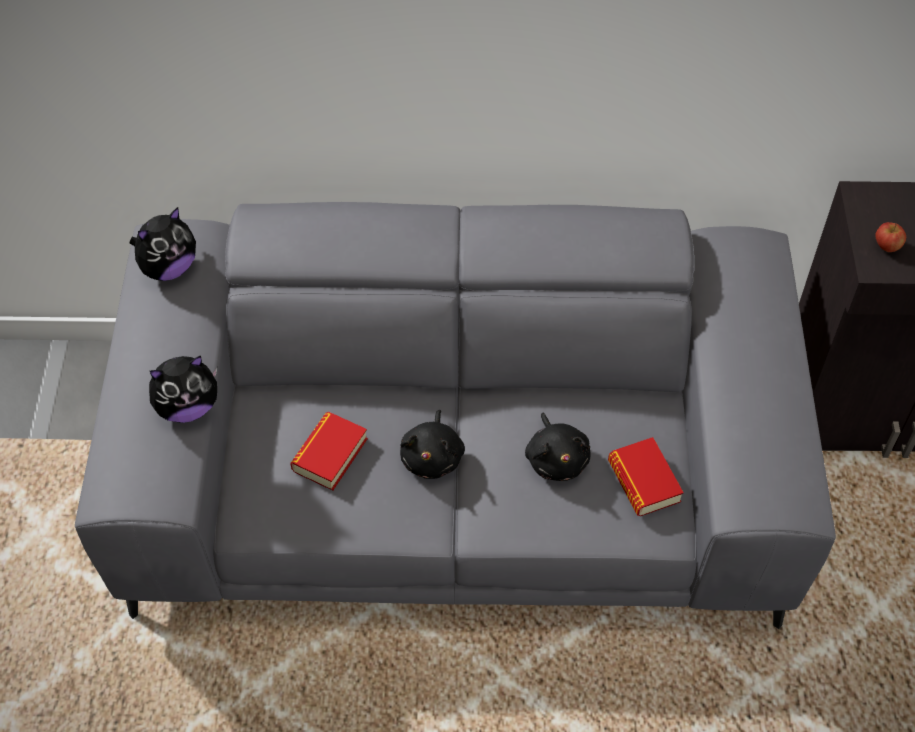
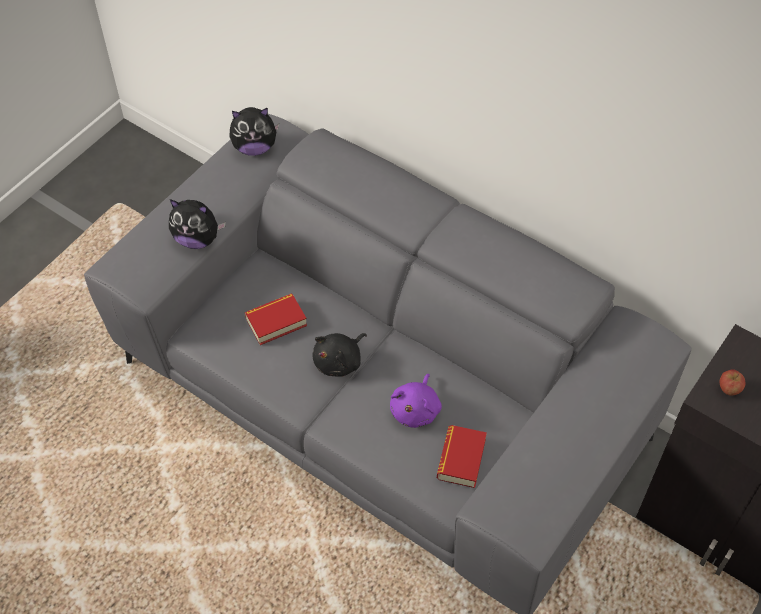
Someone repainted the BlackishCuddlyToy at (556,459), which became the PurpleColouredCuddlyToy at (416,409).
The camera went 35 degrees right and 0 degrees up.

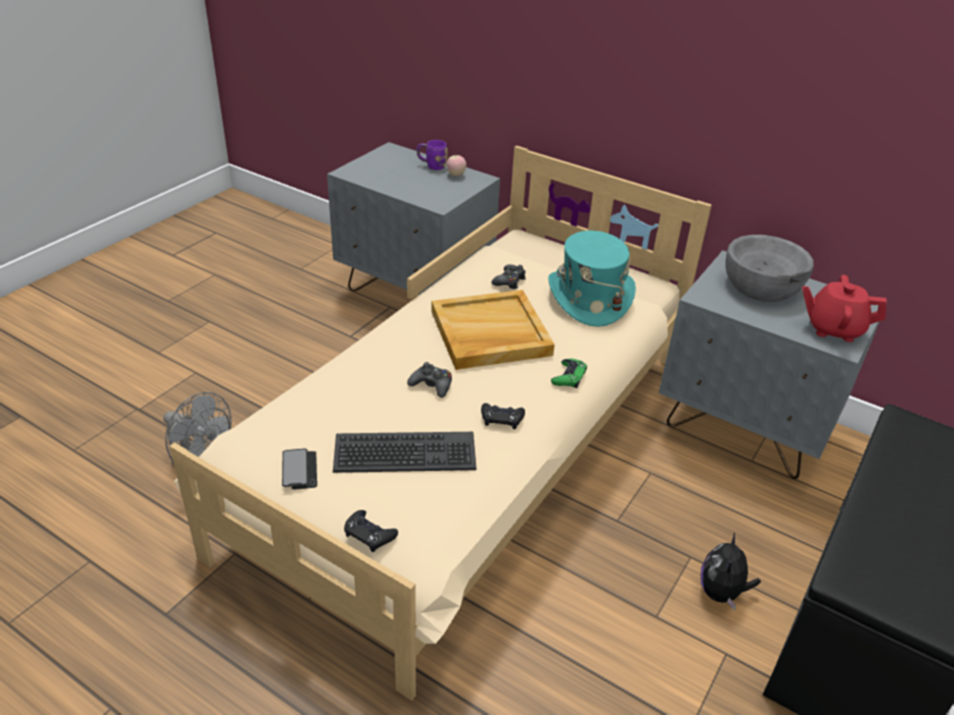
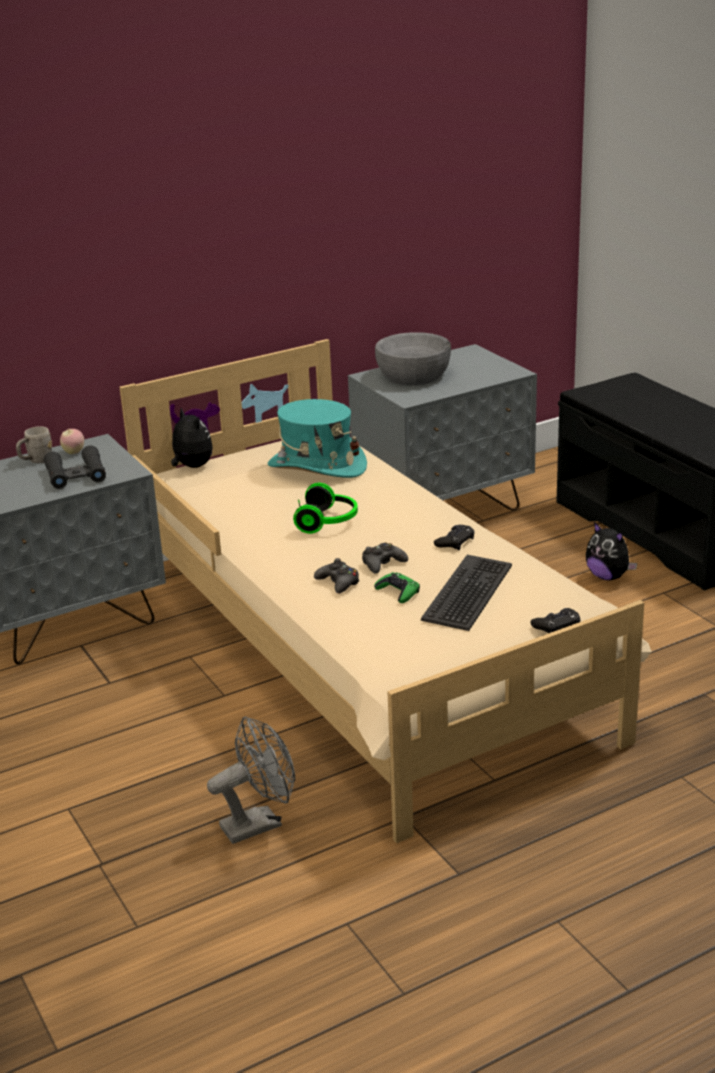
Someone took away the Telephone at (299,470).
Someone took away the ReddishPotForTea at (833,329).
Someone put down the BlackishFieldGlasses at (76,475).
Someone put down the CuddlyToy at (191,466).
Someone carried the BlackishJoypad from (509,281) to (338,583).
Someone carried the GreenishJoypad from (569,377) to (398,592).
Someone swapped the SandColouredTray at (489,334) for the Headset at (329,522).
Someone repainted the PurpleColouredMug at (432,166), which became the GreyMug at (36,461).
The camera went 60 degrees left and 10 degrees down.

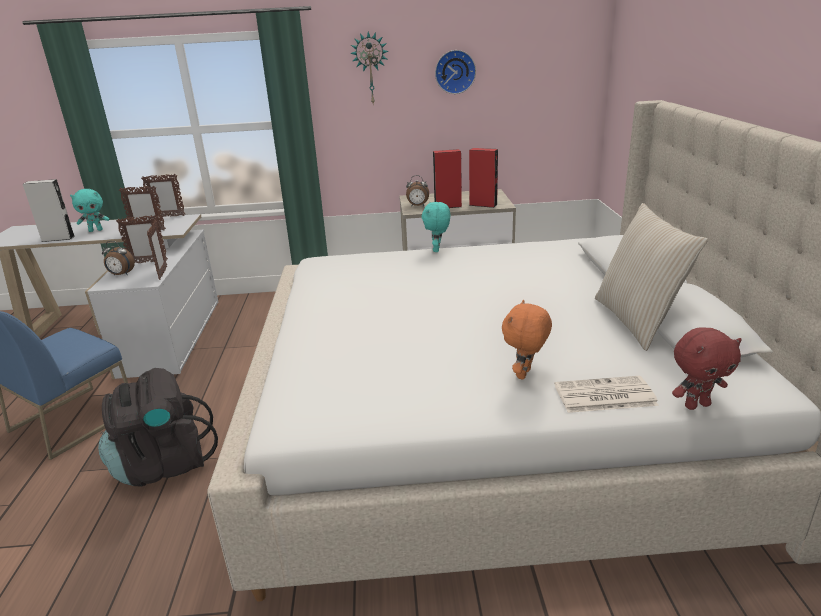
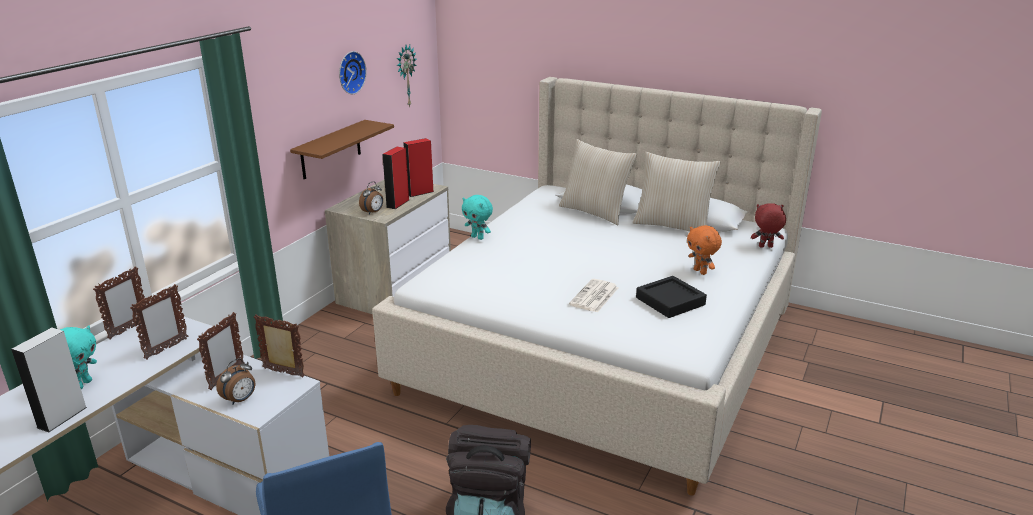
Someone put up the BrownishShelf at (331,149).
Someone put down the SandColouredThrowPillow at (595,212).
Someone put down the BlackishTray at (670,301).
Someone carried the ClockOnTheWall from (370,68) to (405,76).
Someone carried the Newspaper from (603,396) to (594,297).
Someone rotated the ReddishCuddlyToy at (696,405) by 105 degrees counterclockwise.
The camera went 60 degrees left and 0 degrees up.

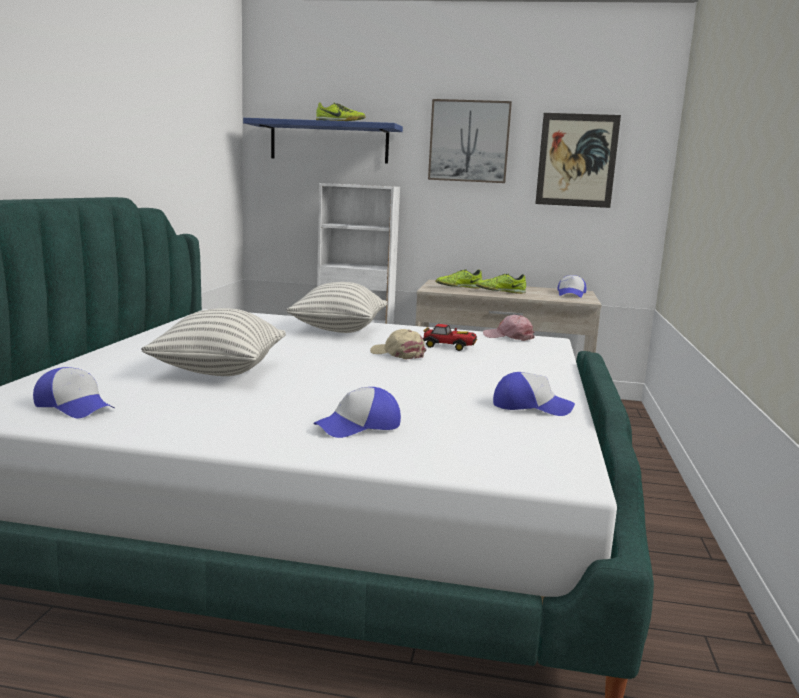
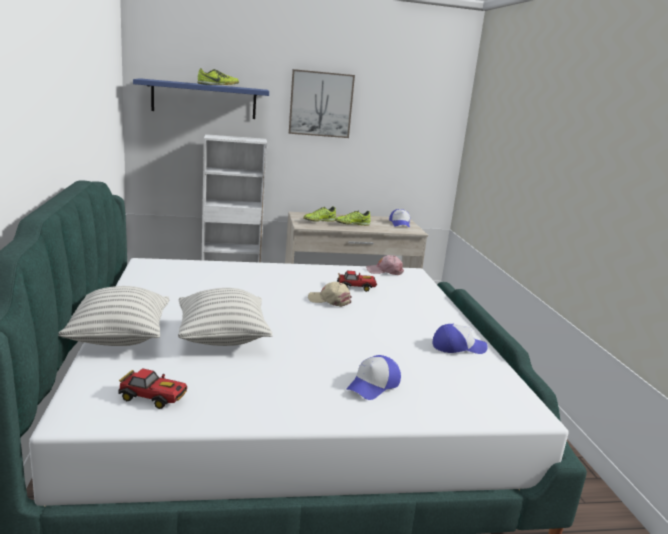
Someone took away the Picture at (577,160).
Someone carried the ThrowPillow from (338,330) to (119,338).
Someone swapped the BaseballCap at (75,406) for the MiniatureCar at (153,398).
The camera went 20 degrees left and 5 degrees up.

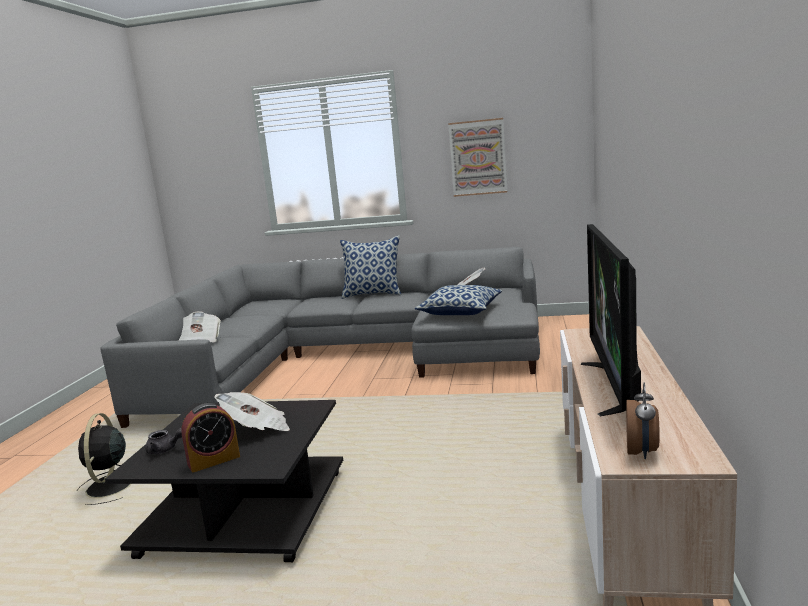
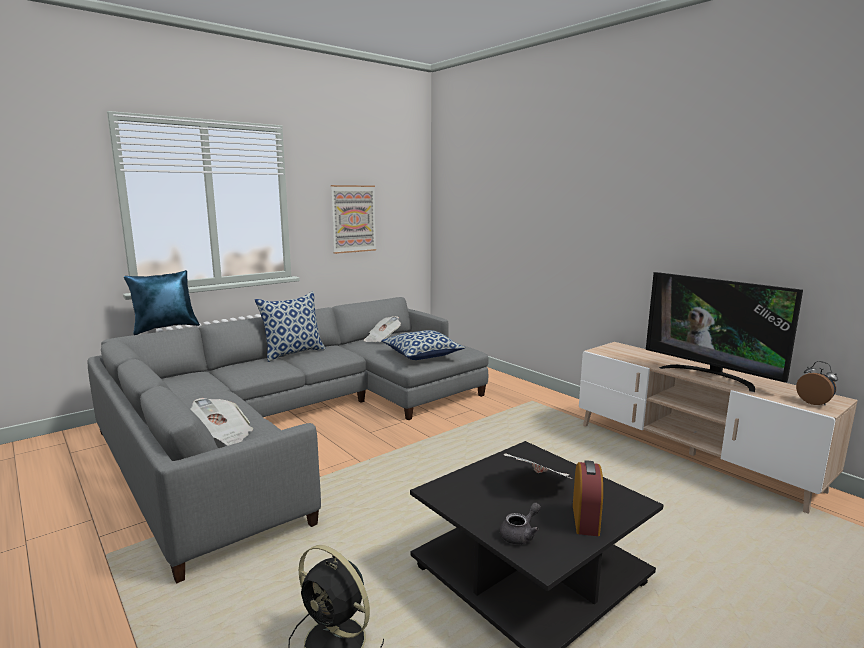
Someone put down the BlueColouredThrowPillow at (165,328).
The camera went 50 degrees left and 0 degrees up.

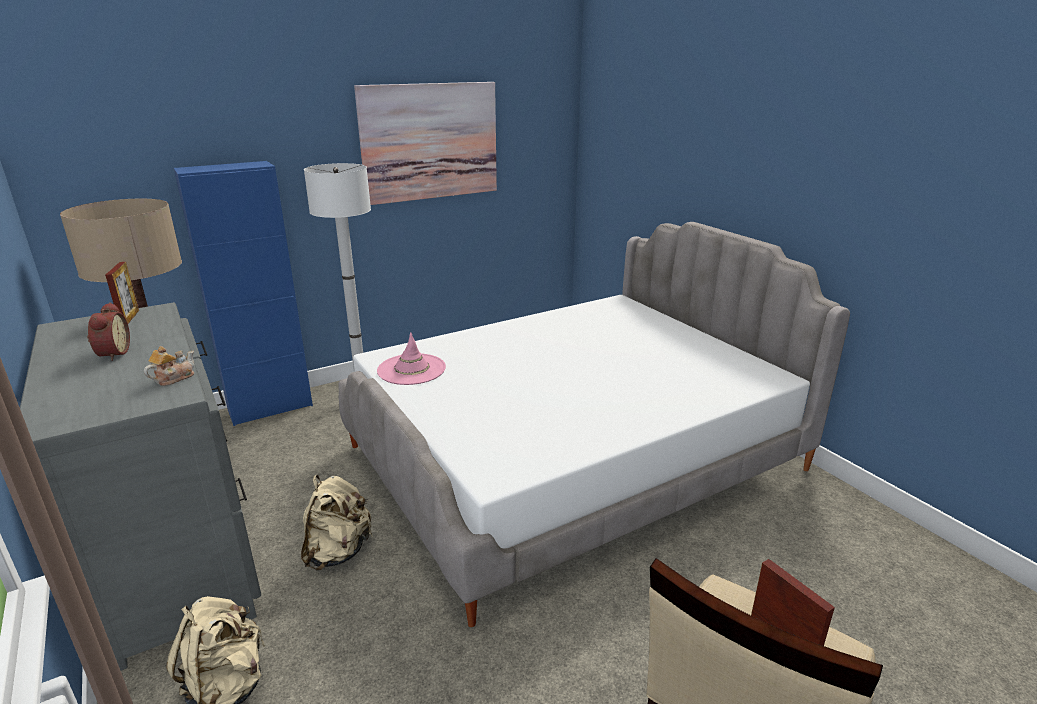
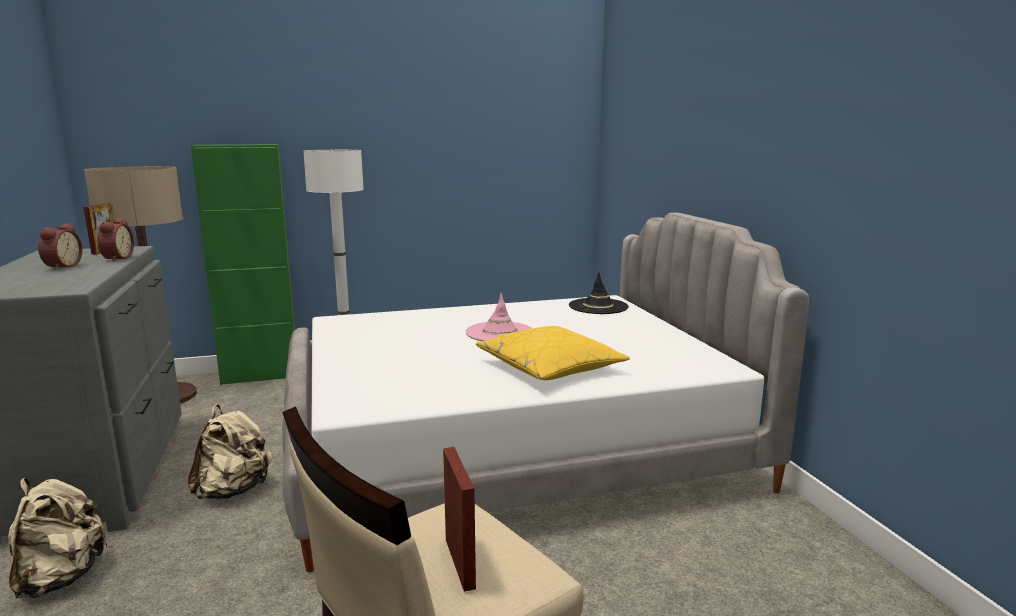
Someone took away the PotForTea at (173,378).
Someone took away the Picture at (430,142).
Someone put down the AlarmClock at (116,258).
Someone put down the YellowColouredThrowPillow at (550,367).
Someone put down the BlackishClothingHat at (598,306).
Someone carried the PinkishClothingHat from (411,369) to (499,332).
Someone repainted the BlueColouredCupboard at (270,408), which became the GreenishCupboard at (260,376).
The camera went 15 degrees right and 10 degrees down.

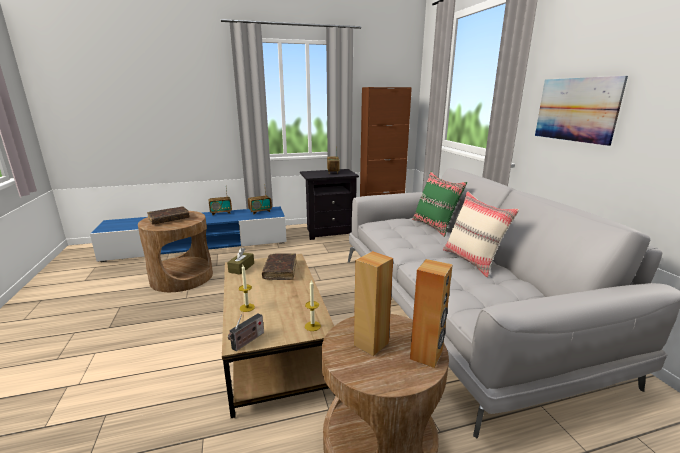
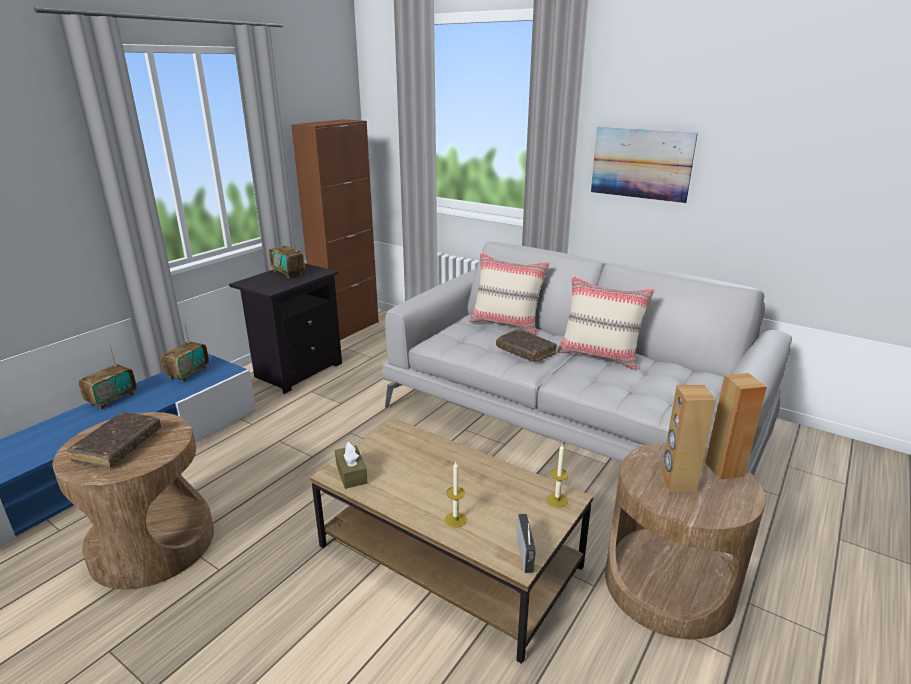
Someone carried the BrownishBook from (280,271) to (525,351).
Someone repainted the GreenishThrowPillow at (434,226), which became the SandColouredThrowPillow at (506,324).
The camera went 40 degrees left and 5 degrees up.

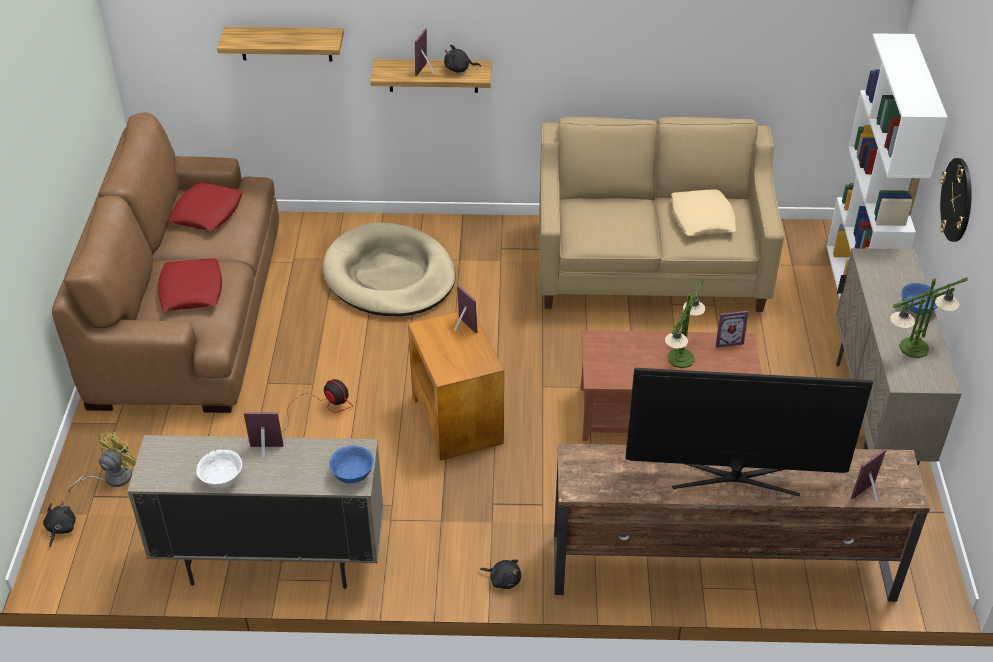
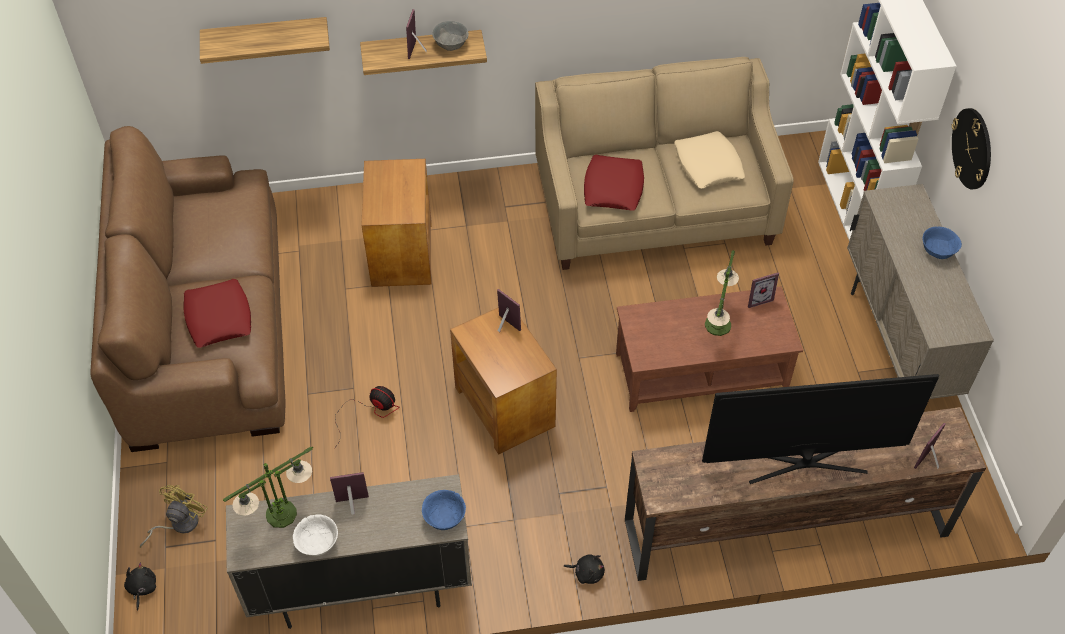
Someone carried the ReddishThrowPillow from (207,212) to (613,187).
Someone carried the TableLamp from (913,348) to (280,514).
Someone swapped the SandColouredDogBed at (390,276) for the BrownishAccentTable at (401,253).
Someone swapped the BlackishCuddlyToy at (459,69) for the GreyBowl at (451,45).
The camera went 10 degrees left and 10 degrees up.

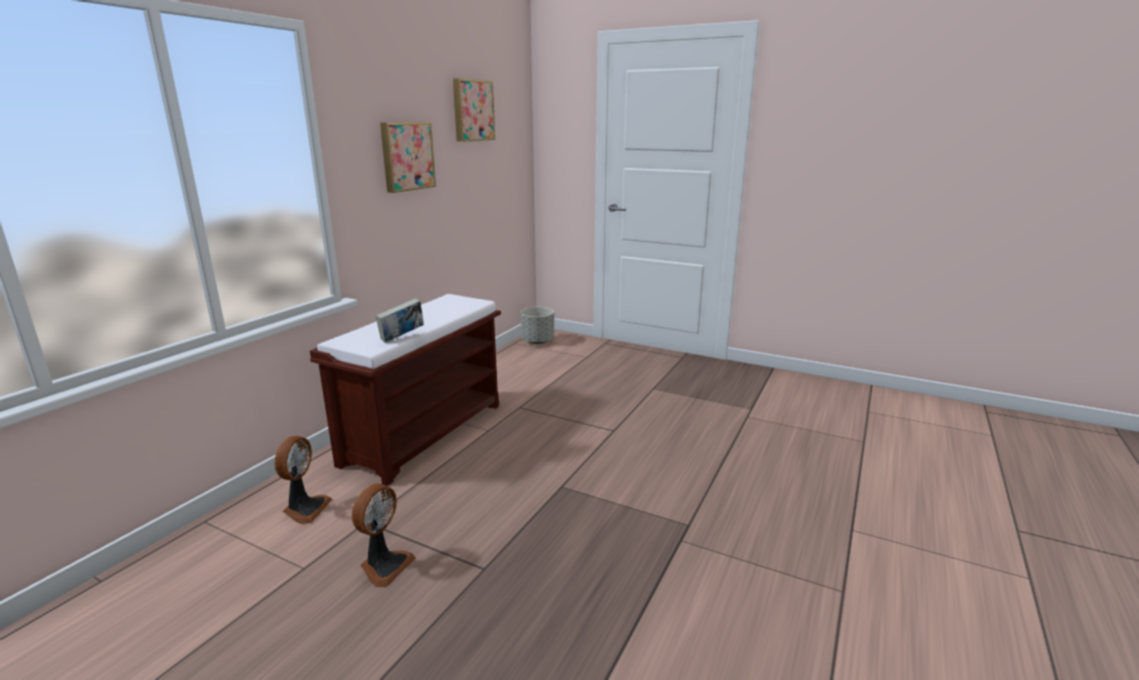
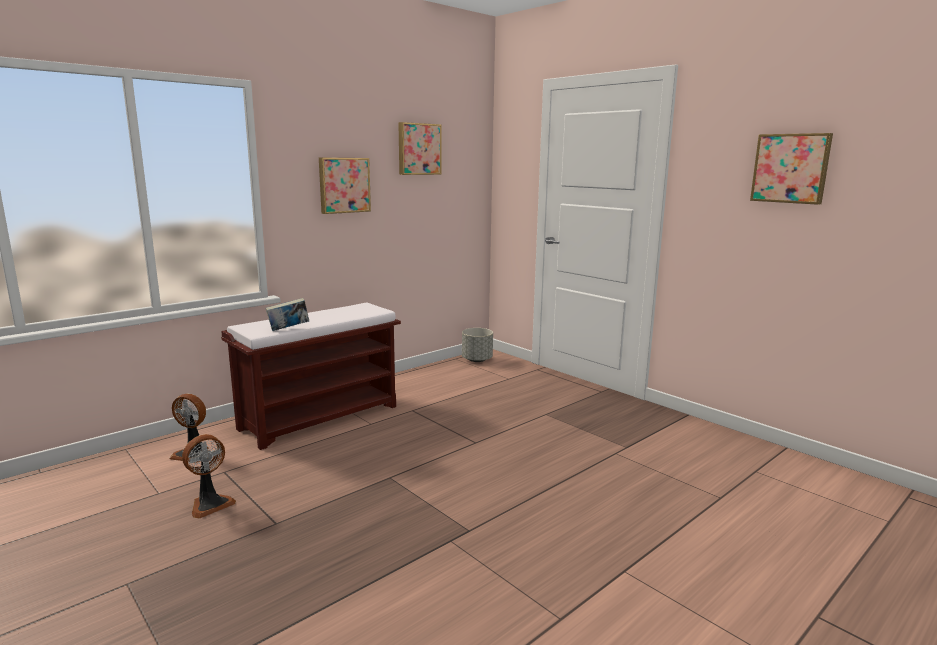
Someone put up the Picture at (791,168).
Someone rotated the Fan at (305,509) by 75 degrees clockwise.
The camera went 20 degrees right and 5 degrees down.

